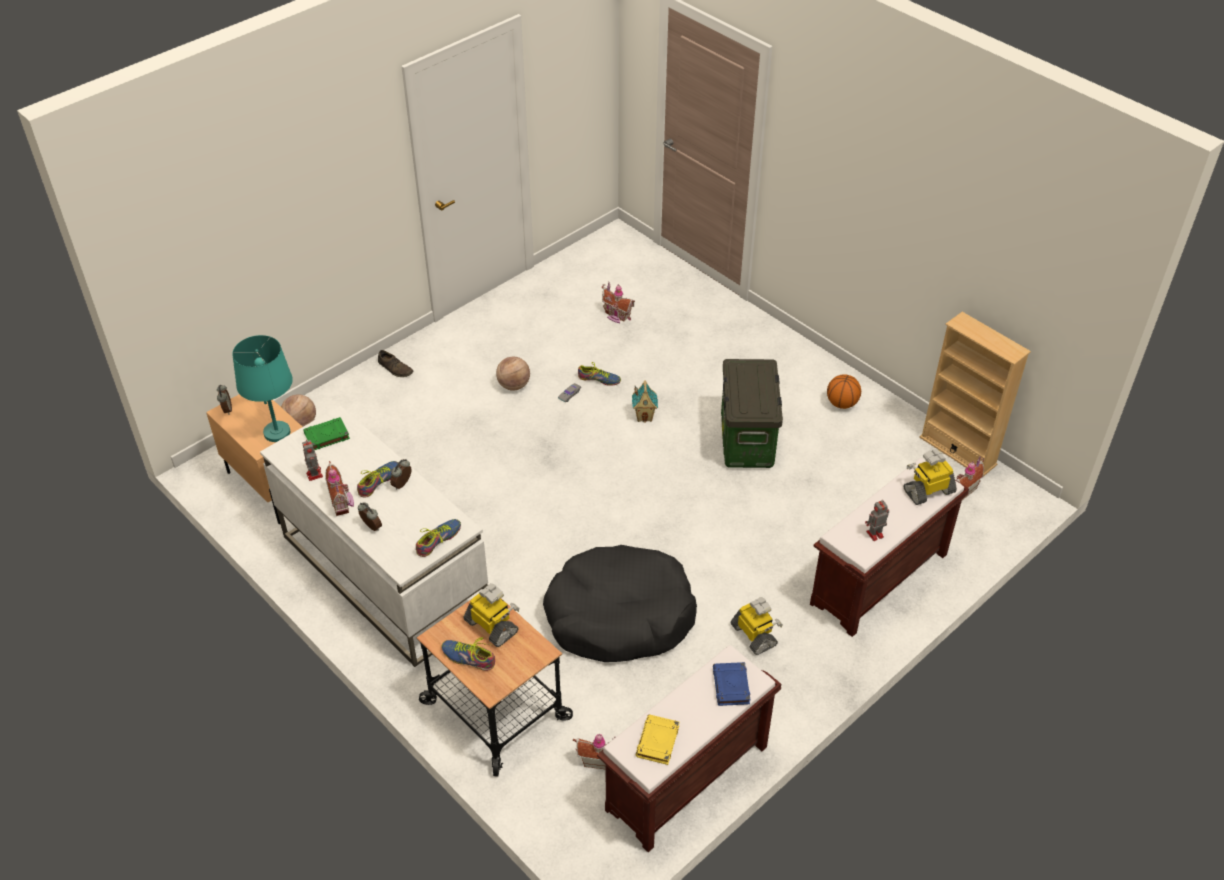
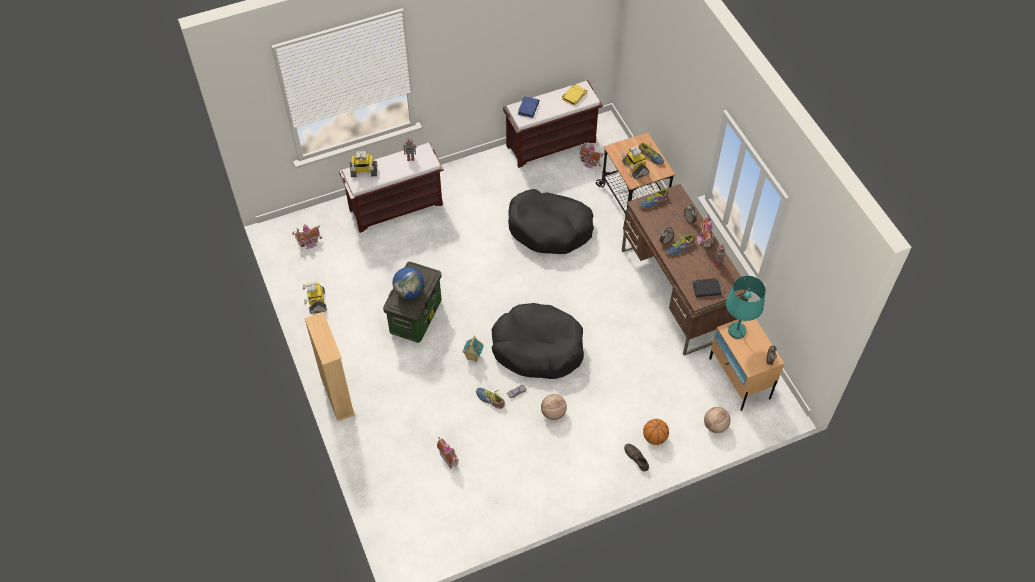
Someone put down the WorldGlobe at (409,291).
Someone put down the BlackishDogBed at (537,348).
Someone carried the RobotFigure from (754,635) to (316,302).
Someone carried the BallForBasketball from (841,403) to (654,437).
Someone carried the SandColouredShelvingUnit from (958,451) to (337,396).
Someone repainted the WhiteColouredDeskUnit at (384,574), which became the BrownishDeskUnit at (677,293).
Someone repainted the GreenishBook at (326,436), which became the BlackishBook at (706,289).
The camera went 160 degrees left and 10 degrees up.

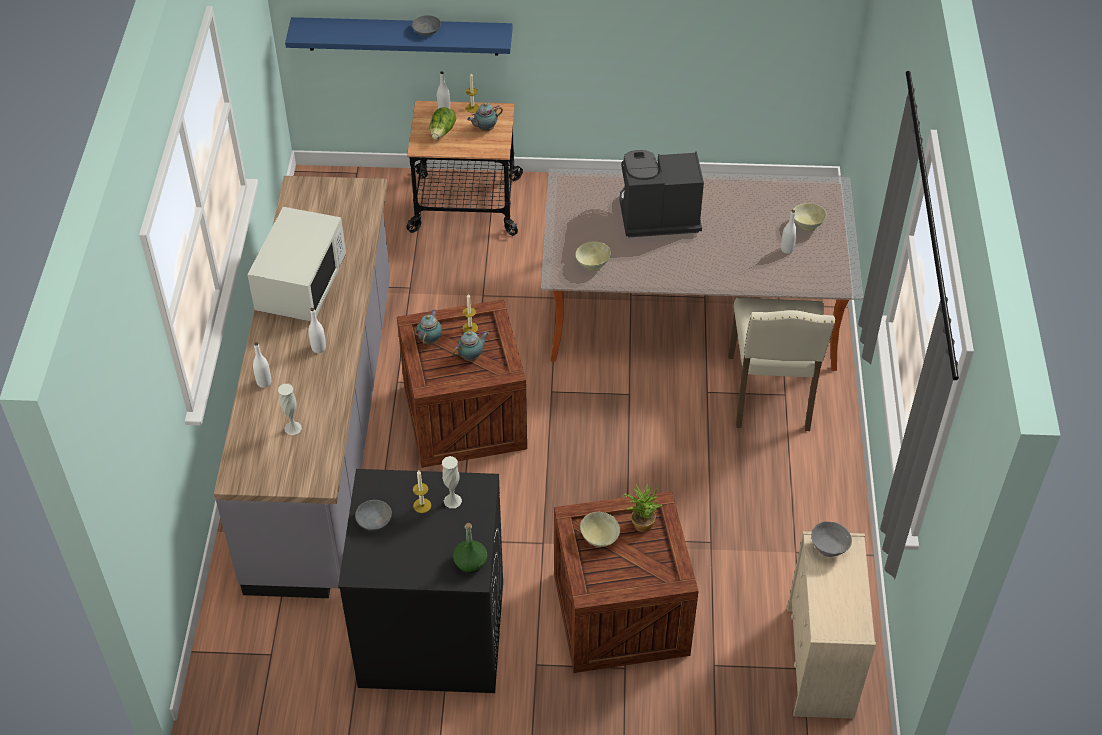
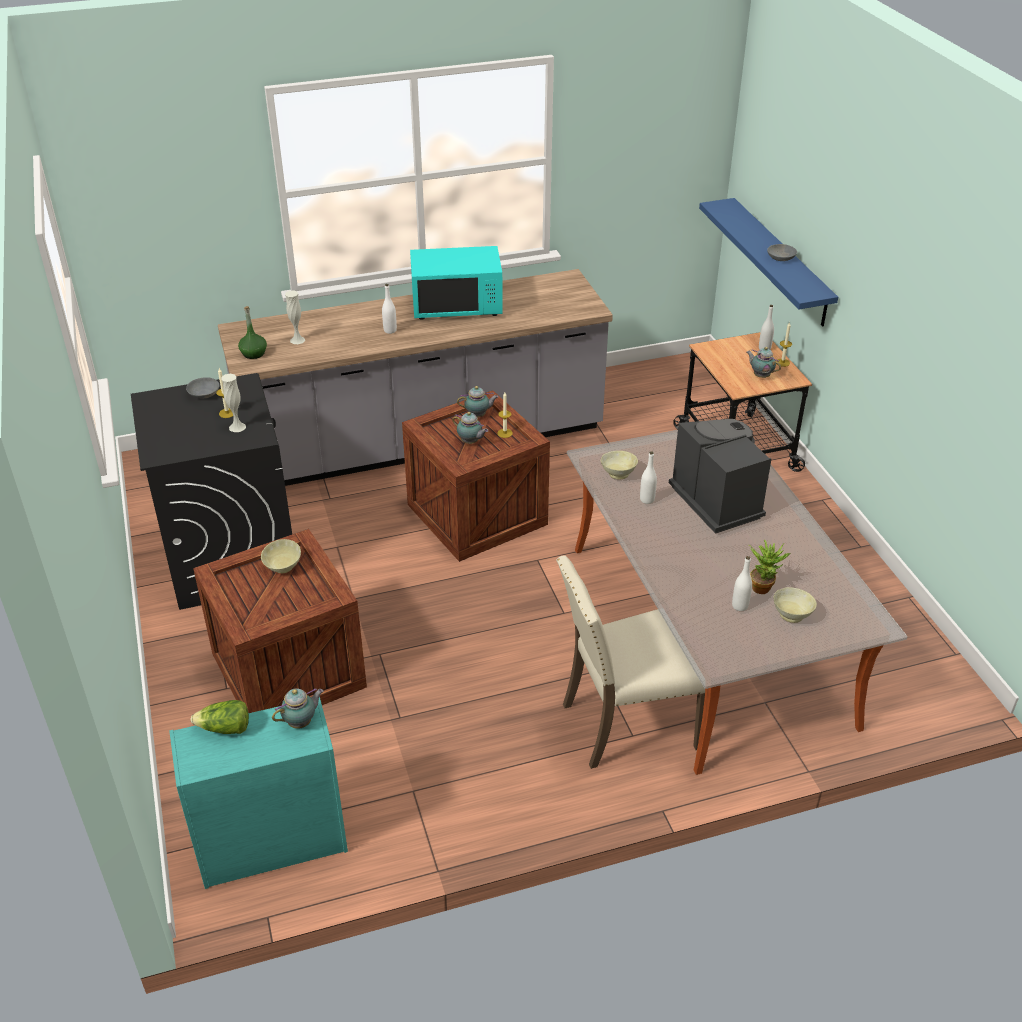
Someone carried the WhiteColouredDrinkBottle from (264,382) to (647,500).
Someone carried the LettuceHead from (442,132) to (225,728).
Someone carried the GreenishDrinkBottle from (470,562) to (253,353).
Someone carried the PlantInAPot from (641,522) to (763,586).
Someone swapped the GreyBowl at (829,548) for the PotForTea at (301,722).
Someone repainted the WhiteColouredKitchenMicrowave at (301,284), which became the BlueGreenKitchenMicrowave at (457,306).
Someone repainted the SandColouredDrawerChest at (820,664), which became the BlueGreenDrawerChest at (270,843).
The camera went 70 degrees right and 10 degrees down.

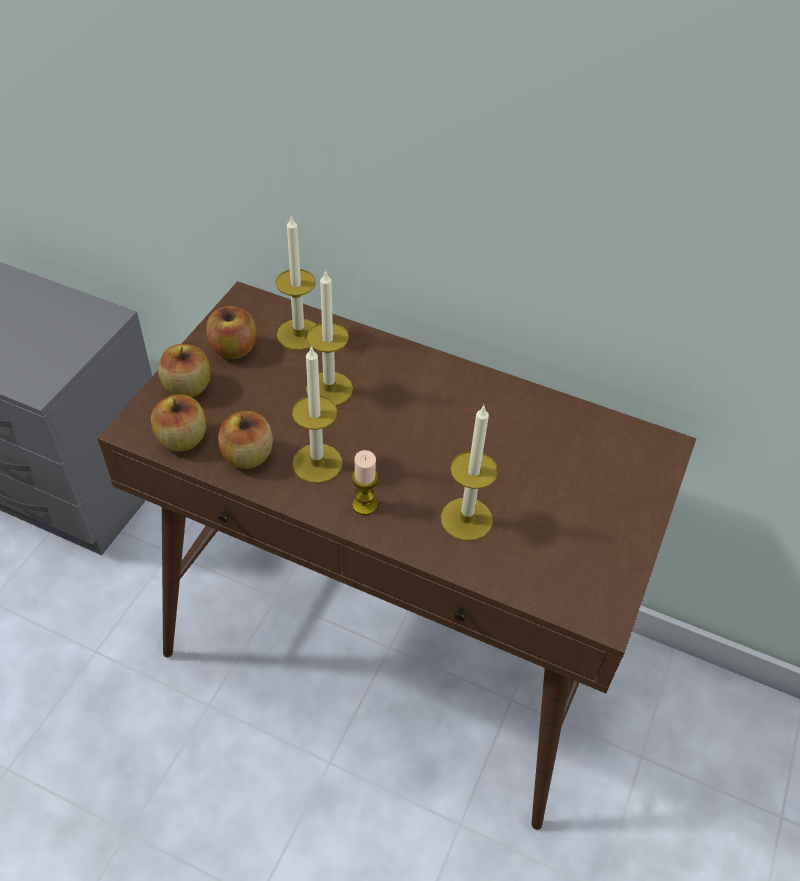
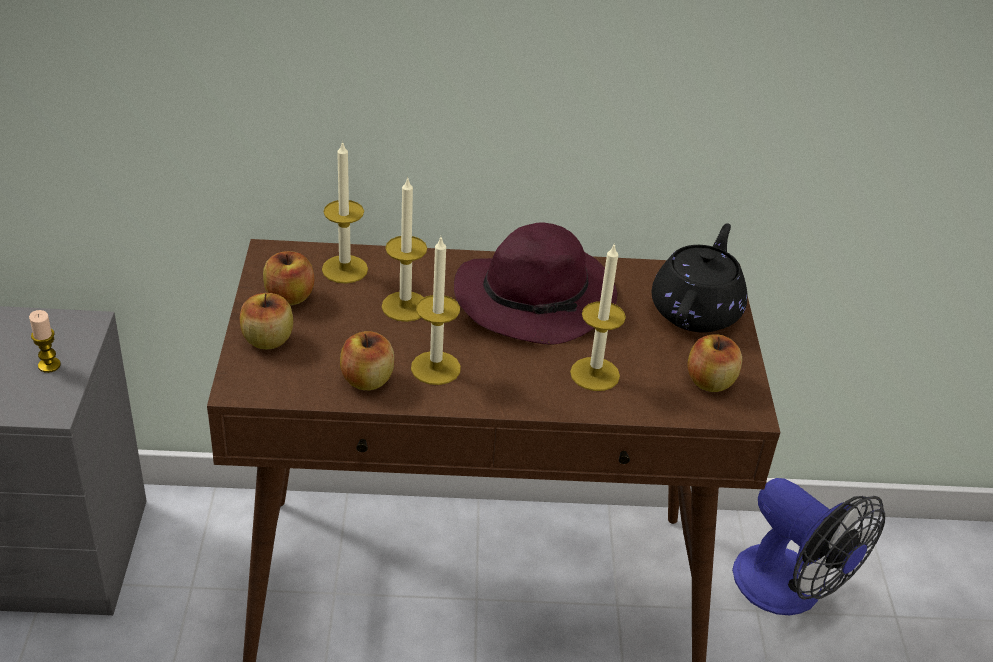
Someone put down the PurpleColouredClothingHat at (537,298).
Someone put down the BlackishPotForTea at (696,310).
Someone put down the Fan at (790,591).
Someone carried the Apple from (182,439) to (710,382).
Someone carried the WaxCandle from (364,505) to (49,365).
The camera went 25 degrees left and 10 degrees down.

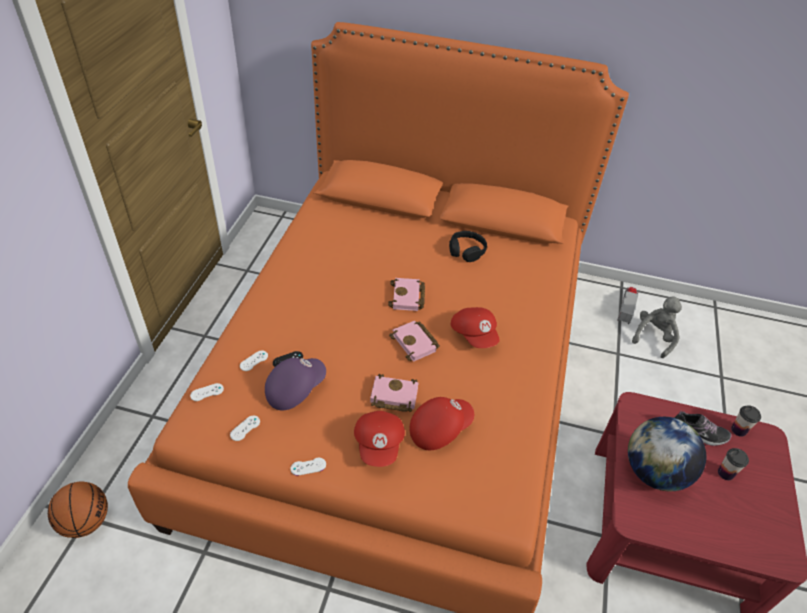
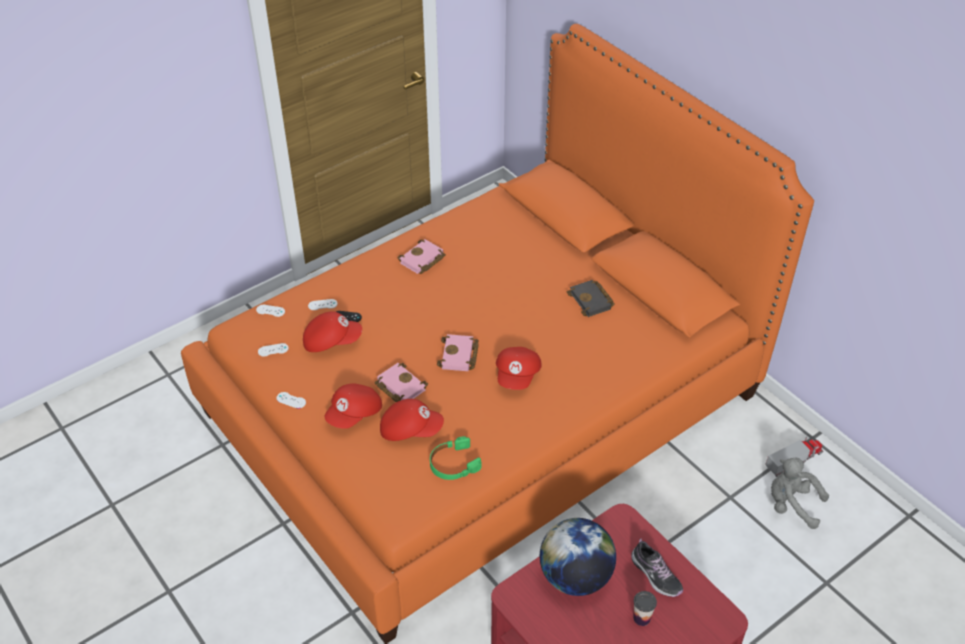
Someone took away the BallForBasketball at (85,522).
Someone took away the DrinkingCup at (738,430).
Someone put down the GreenishHeadset at (453,464).
Someone carried the PinkishBook from (408,298) to (422,260).
Someone swapped the BlackishHeadset at (466,251) for the BlackishBook at (592,301).
Someone repainted the PurpleColouredBaseballCap at (295,389), which became the ReddishBaseballCap at (331,341).
Someone rotated the GreyCuddlyToy at (654,337) by 135 degrees counterclockwise.
The camera went 40 degrees right and 0 degrees up.

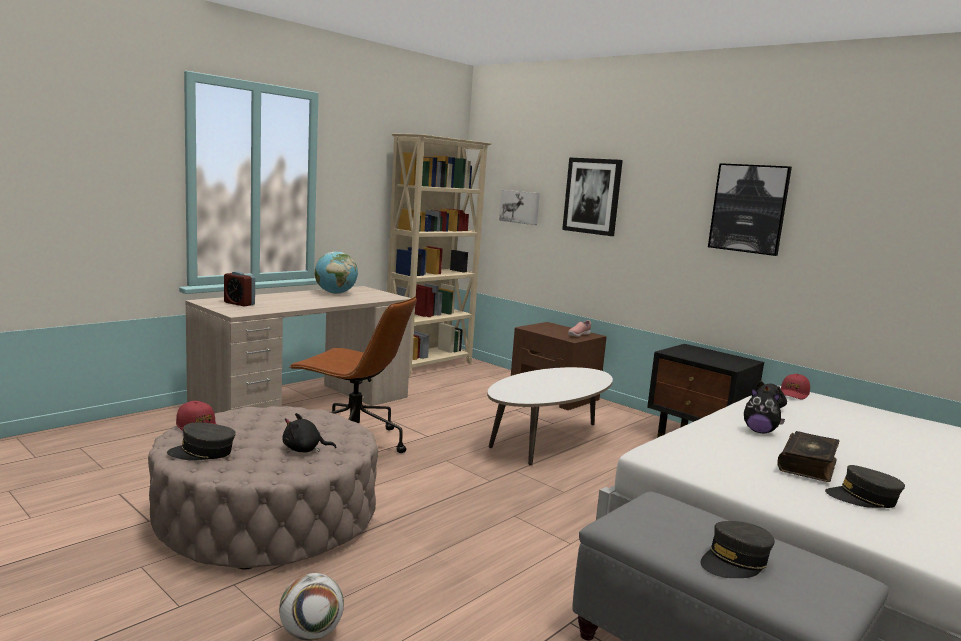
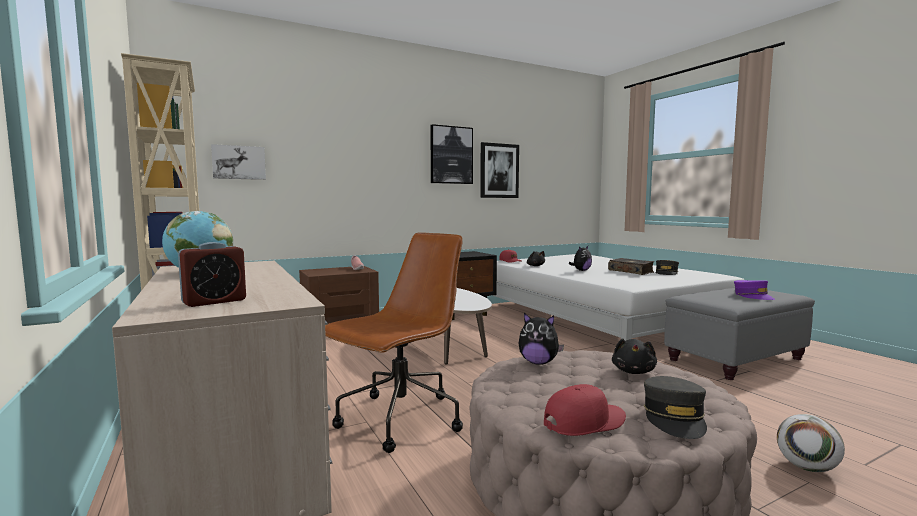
Someone put down the CuddlyToy at (538,362).
Someone carried the Picture from (592,196) to (499,171).
Someone repainted the GreyBaseballCap at (735,562), which became the PurpleColouredBaseballCap at (753,296).
The camera went 70 degrees left and 5 degrees down.

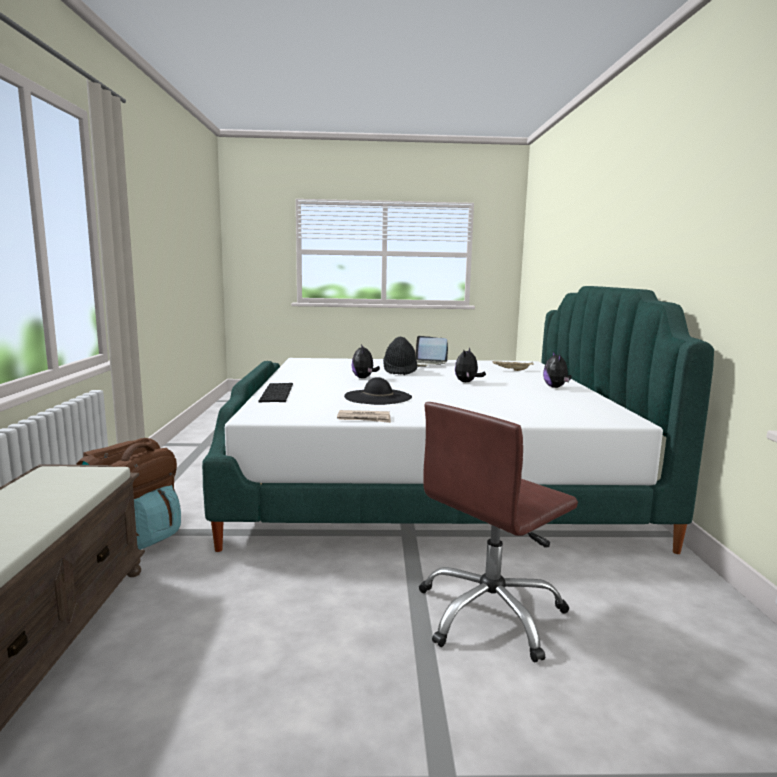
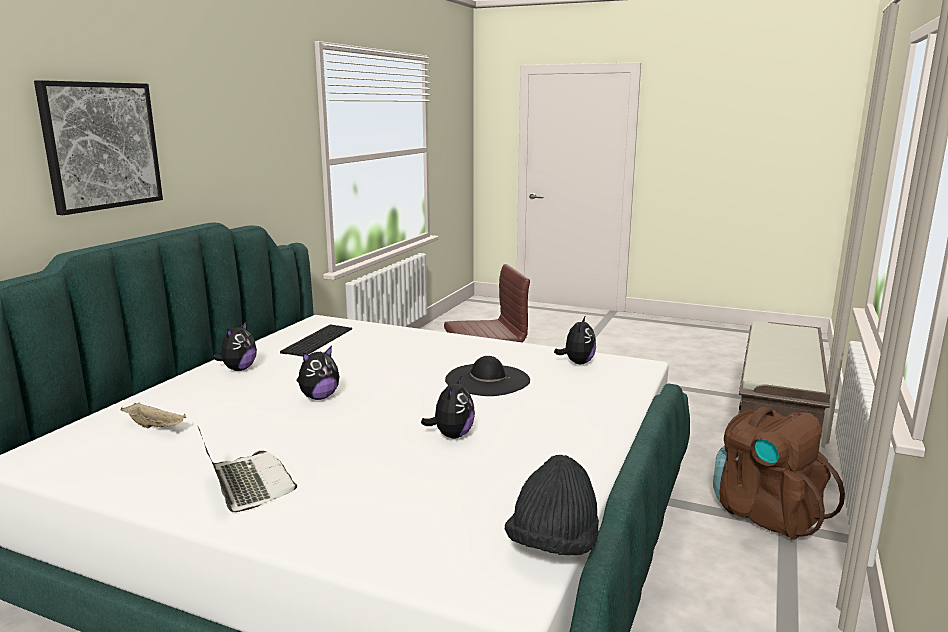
Someone took away the Newspaper at (364,419).
Someone put up the Picture at (101,146).
Someone put down the CuddlyToy at (577,362).
Someone carried the ComputerKeyboard from (278,393) to (316,340).
Someone carried the BlackishClothingHat from (399,371) to (553,545).
The camera went 155 degrees left and 5 degrees up.

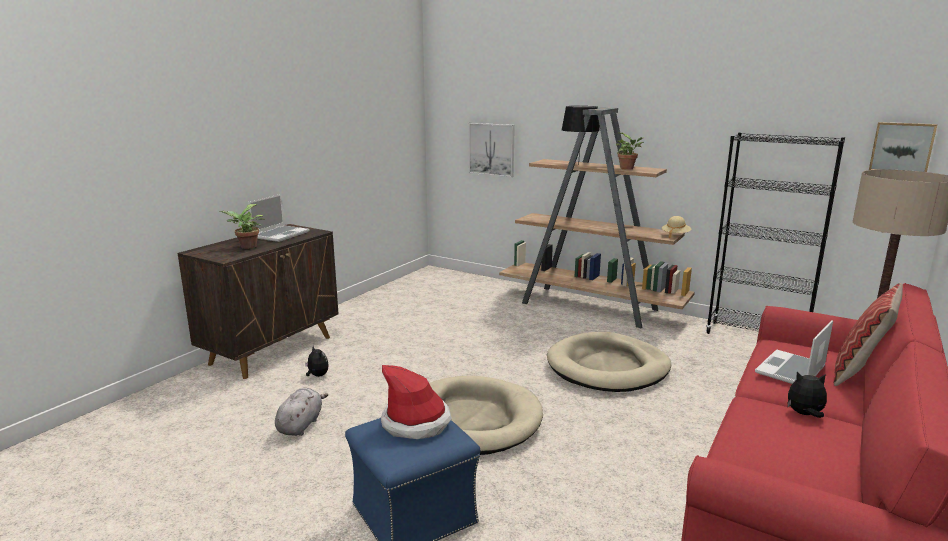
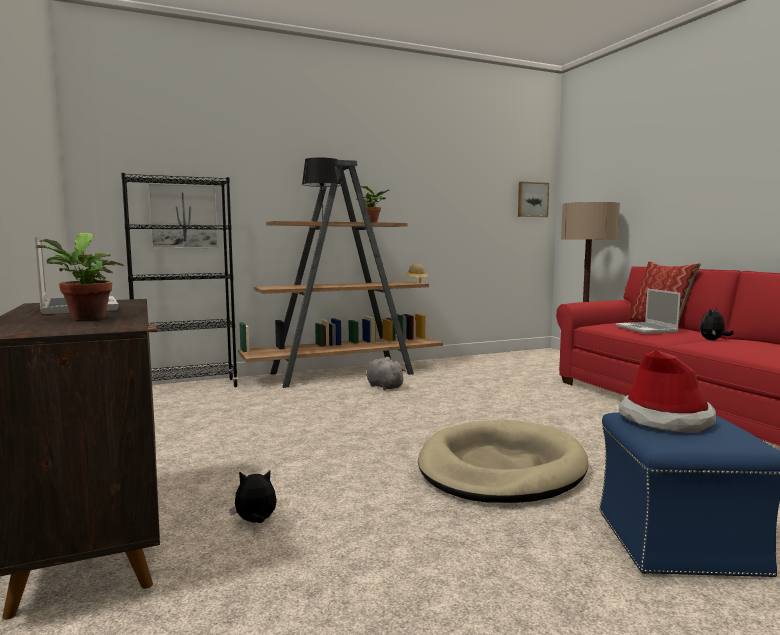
Someone took away the SandColouredDogBed at (608,367).
Someone carried the GreyCuddlyToy from (301,425) to (383,386).
Someone carried the BlackishShelvingUnit from (756,337) to (187,387).
The camera went 55 degrees left and 10 degrees down.

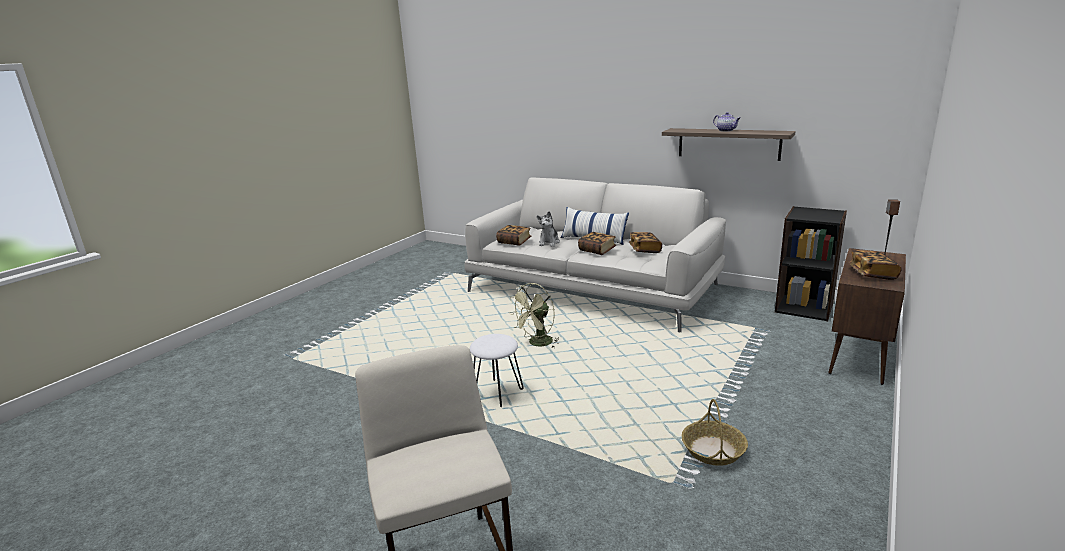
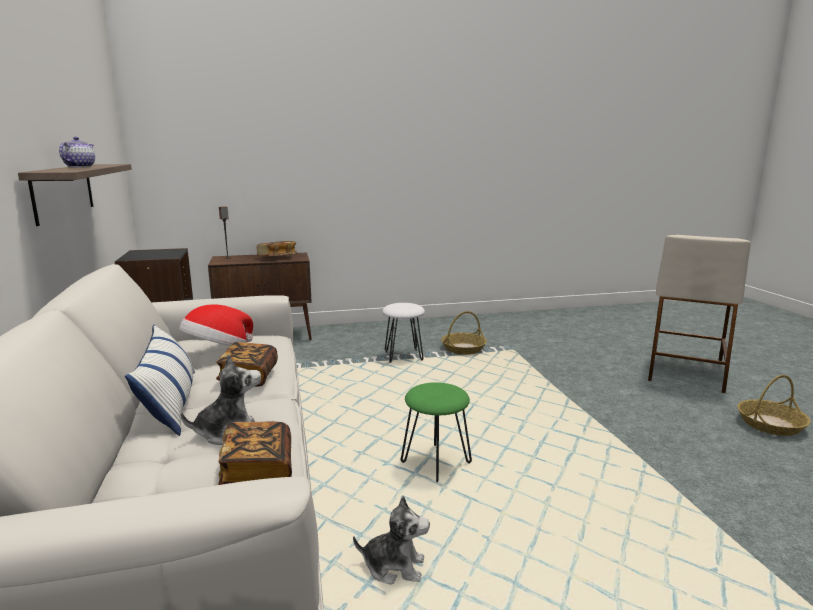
Someone put down the CuddlyToy at (394,567).
Someone put down the HouseholdBasket at (770,424).
Someone carried the WhiteColouredSittingStool from (498,394) to (403,356).
Someone swapped the GreenishFan at (537,344) for the GreenishSittingStool at (435,463).
Someone swapped the Book at (644,249) for the ClothingHat at (218,351).
The camera went 135 degrees left and 5 degrees down.

